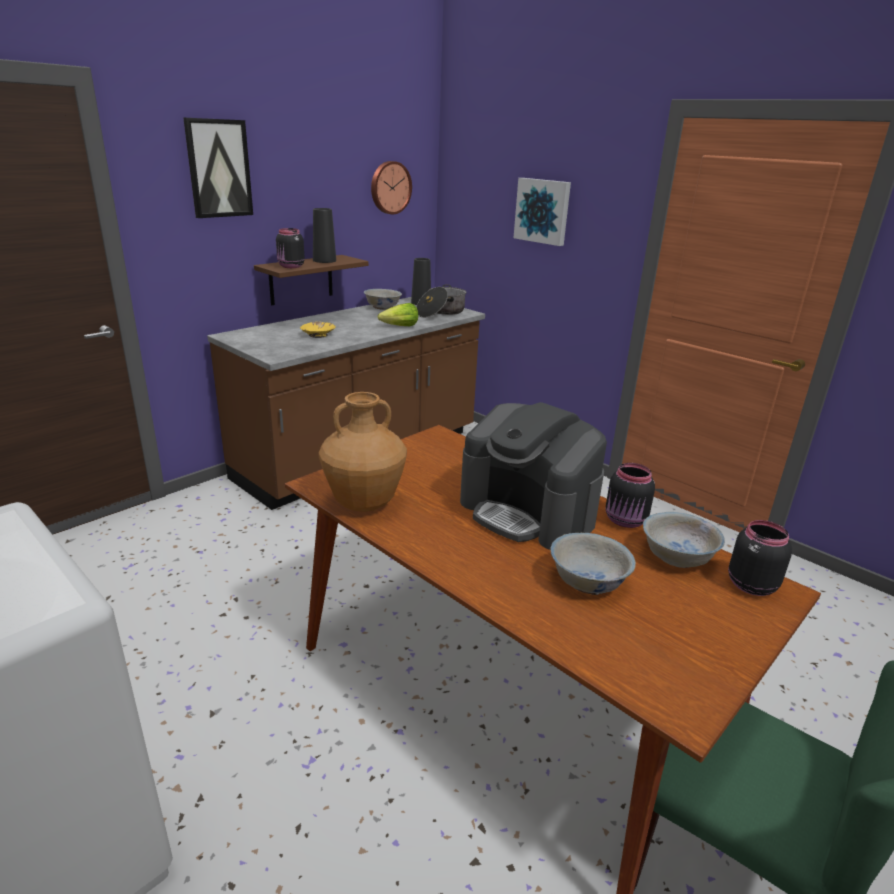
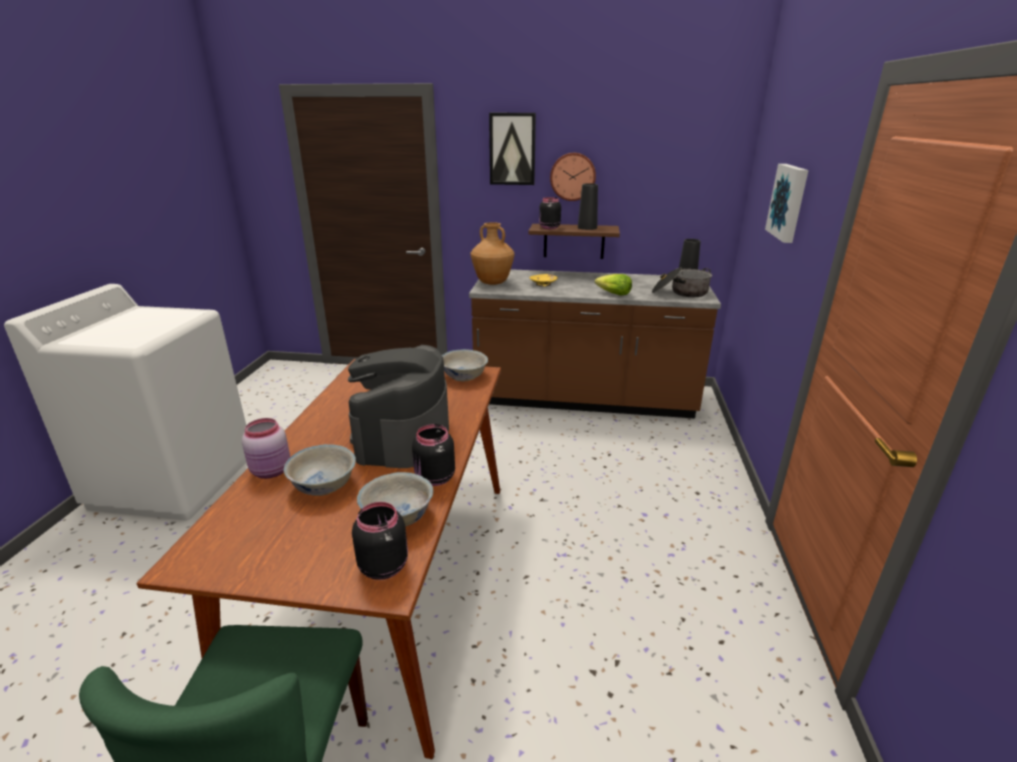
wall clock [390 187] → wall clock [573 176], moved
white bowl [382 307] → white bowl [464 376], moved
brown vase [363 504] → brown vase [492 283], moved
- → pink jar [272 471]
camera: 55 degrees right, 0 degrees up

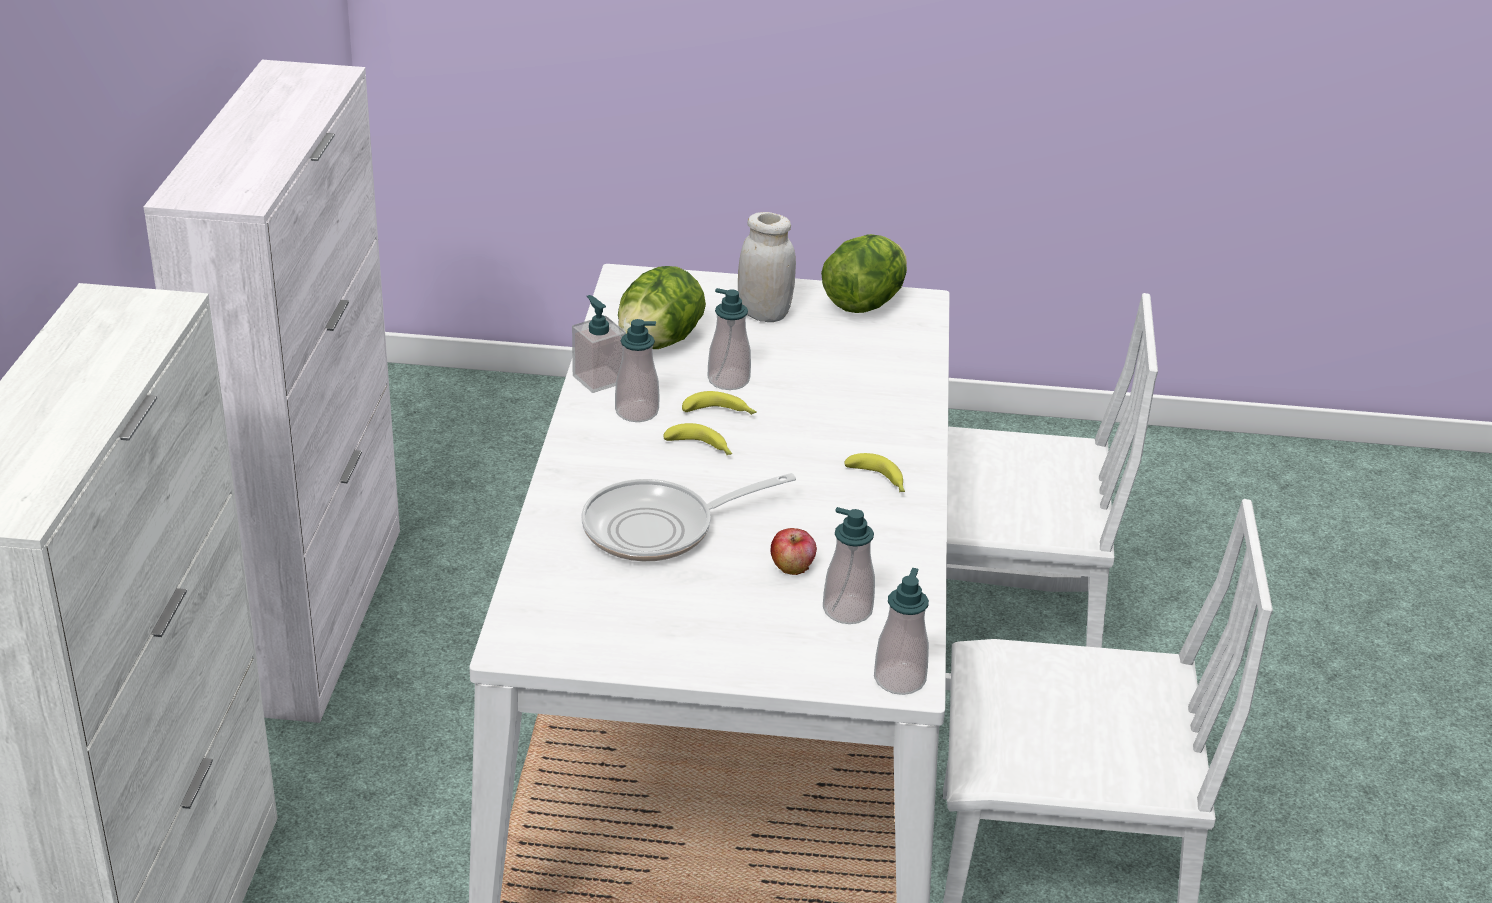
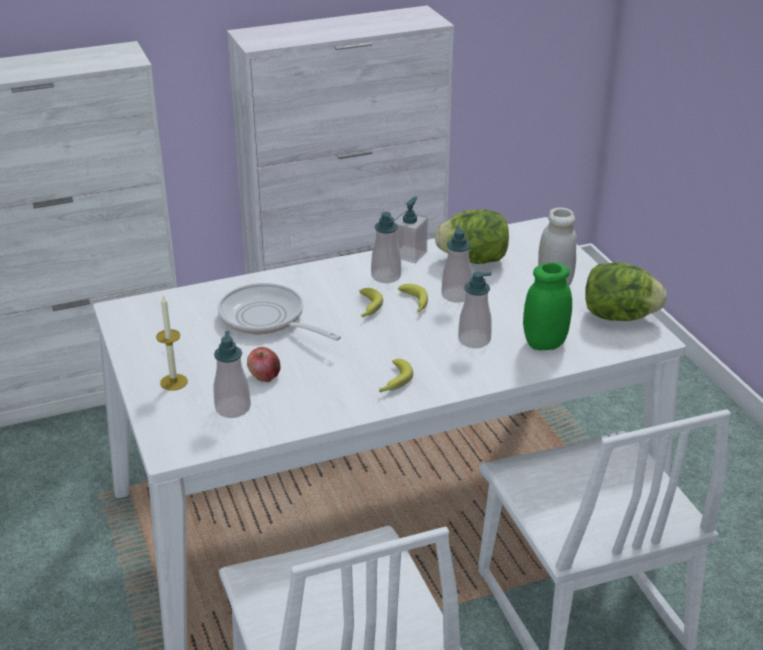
soap dispenser [899 679] → soap dispenser [474 340], moved
- → green jar [544 343]
- → candle [174 382]
camera: 65 degrees right, 0 degrees up

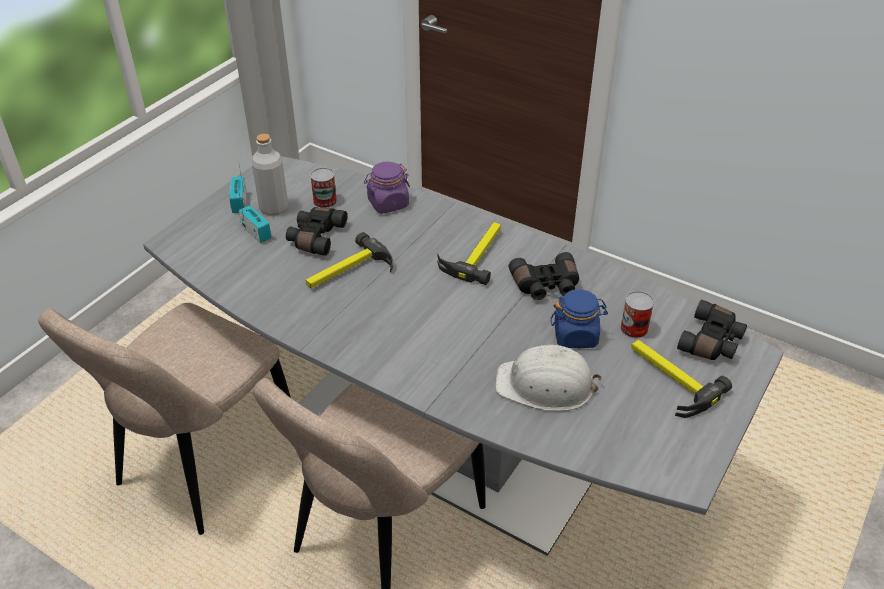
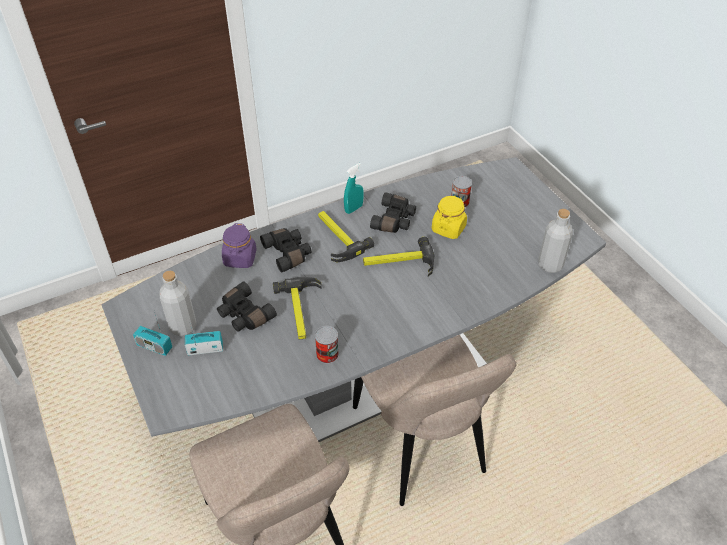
can [325 201] → can [327 354], moved
blue jar [576 336] → yellow jar [448 228]
black binoculars [712 341] → black binoculars [288 253], moved
hammer [668 379] → hammer [399 263], moved
white hard hat [546 385] → -
- → turquoise spray bottle [353 209]
- → grey bottle [550 265]
camera: 60 degrees left, 5 degrees up

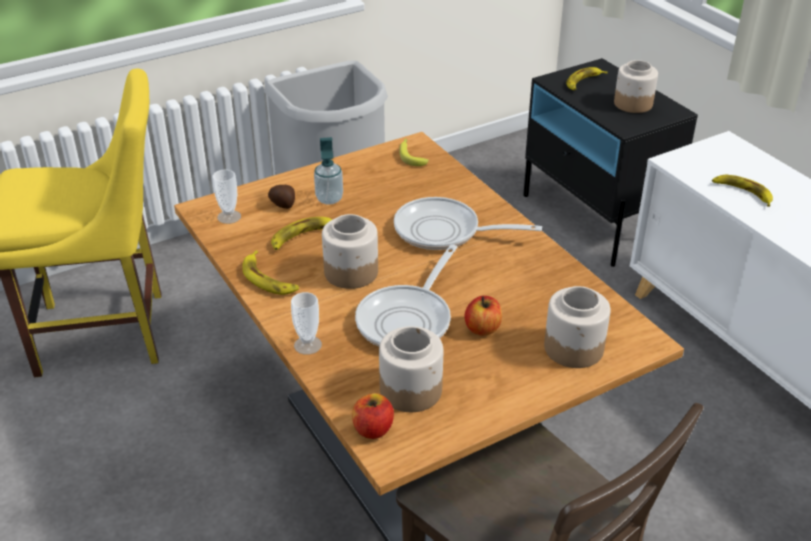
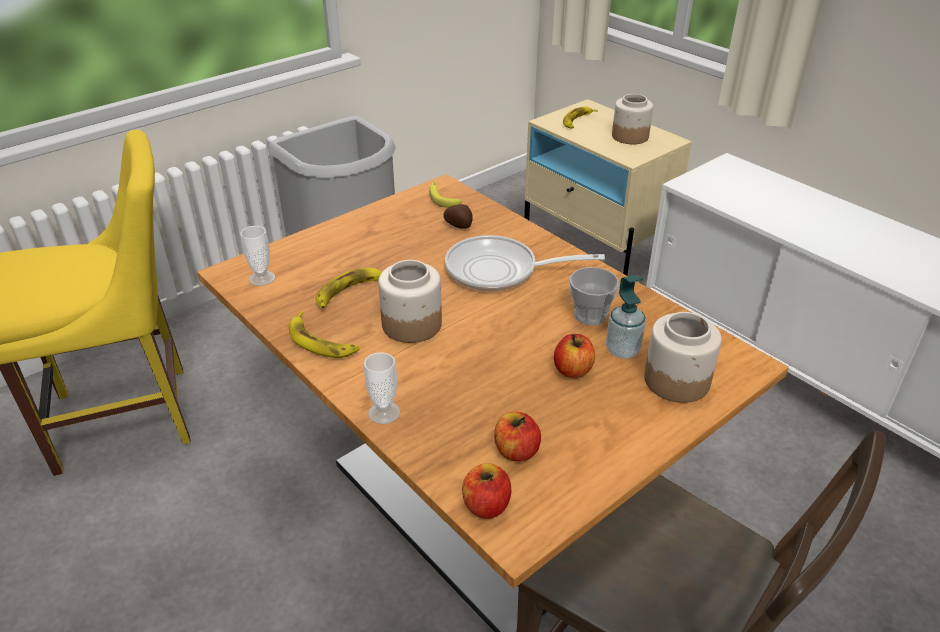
black nightstand [595 219] → beige nightstand [594 251]
soap dispenser [329 199] → soap dispenser [622 350], moved
banana [742 193] → -
potato [283 205] → potato [459 225], moved
frying pan [408 319] → -
jar [411 390] → apple [516 451]
- → cup [590 315]
camera: 10 degrees left, 0 degrees up

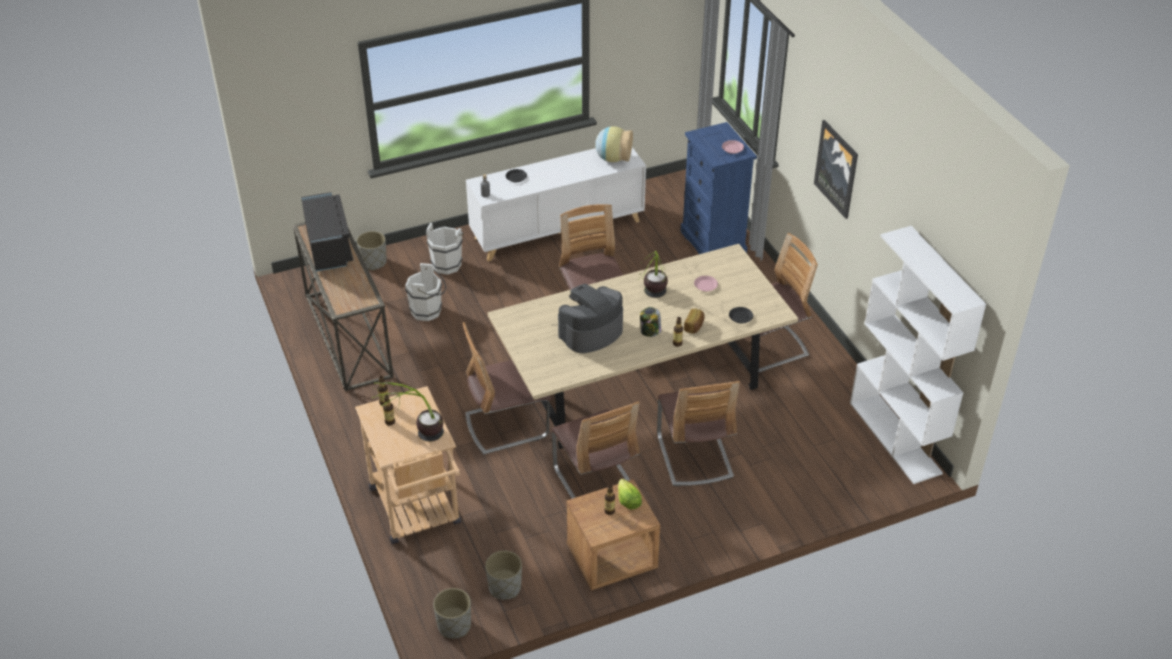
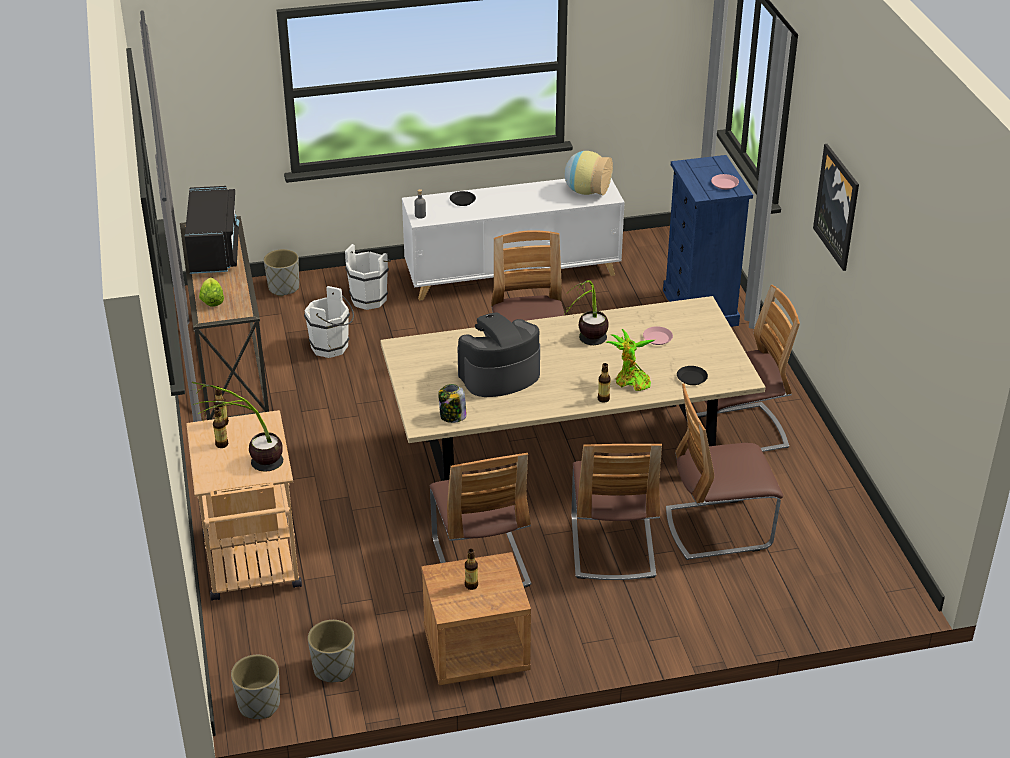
white bookcase [896 438] → -
jar [650 331] → jar [452 416], moved
bread [694 326] → potted plant [630 382]
chair [506 425] → chair [718 528], moved
lettuce [628 501] → lettuce [212 300], moved
camera: 10 degrees right, 5 degrees down

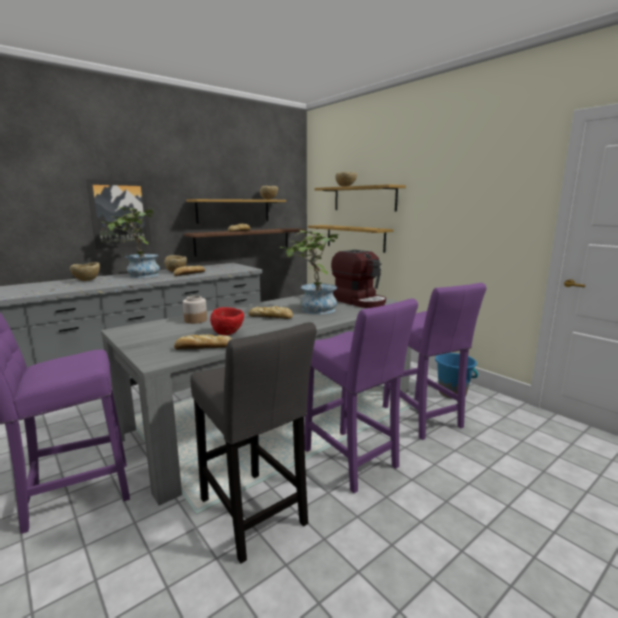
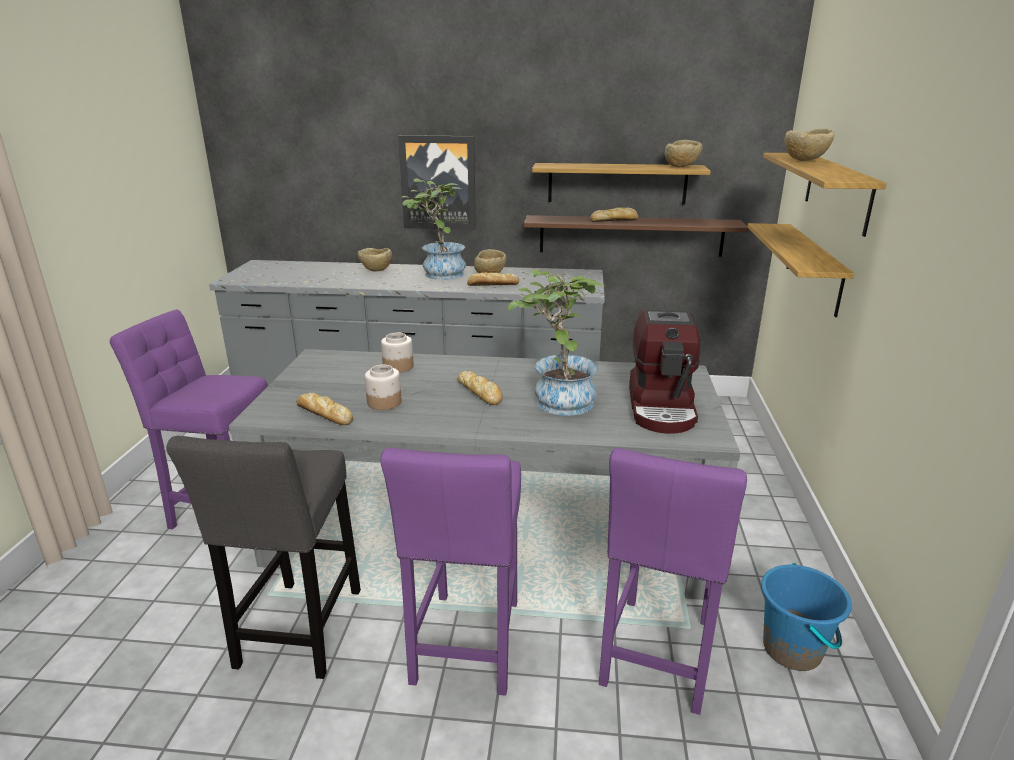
red bowl [228 333] → jar [384 402]
camera: 45 degrees right, 10 degrees up

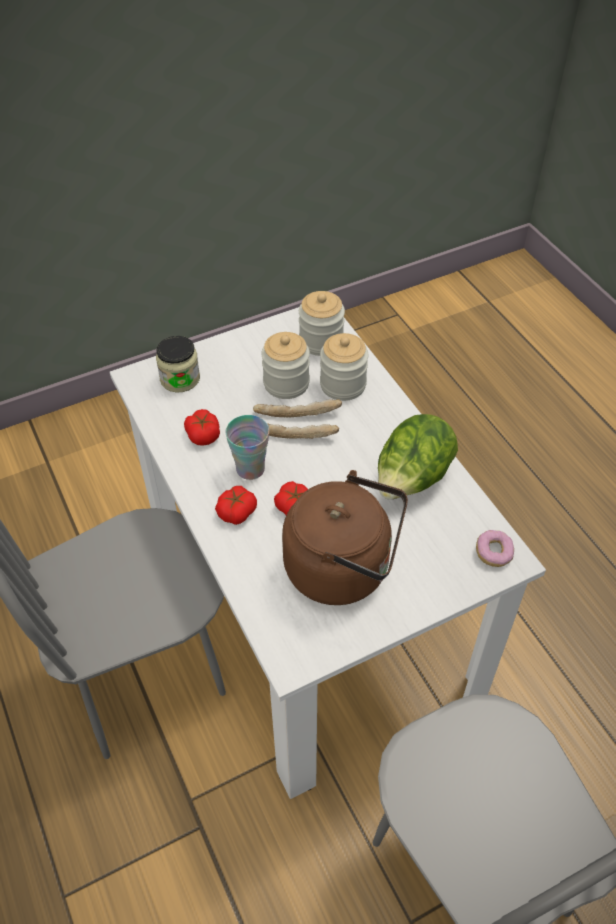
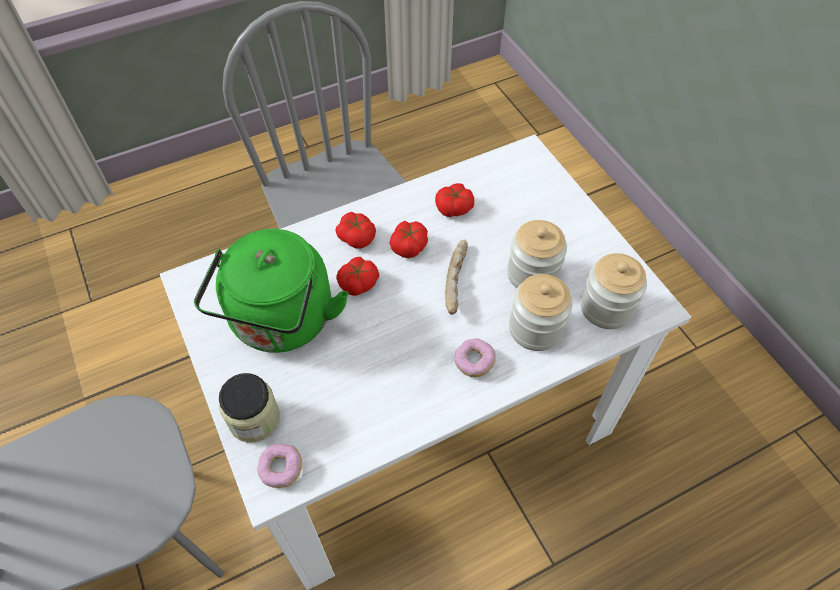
jar [180 379] → jar [254 419], moved
bread [297 412] → -
lettuce [412 479] → -
cup [250 469] → tomato [409 246]
brown kettle [344 568] → green kettle [281 323]
- → donut [474 362]
camera: 90 degrees right, 5 degrees up

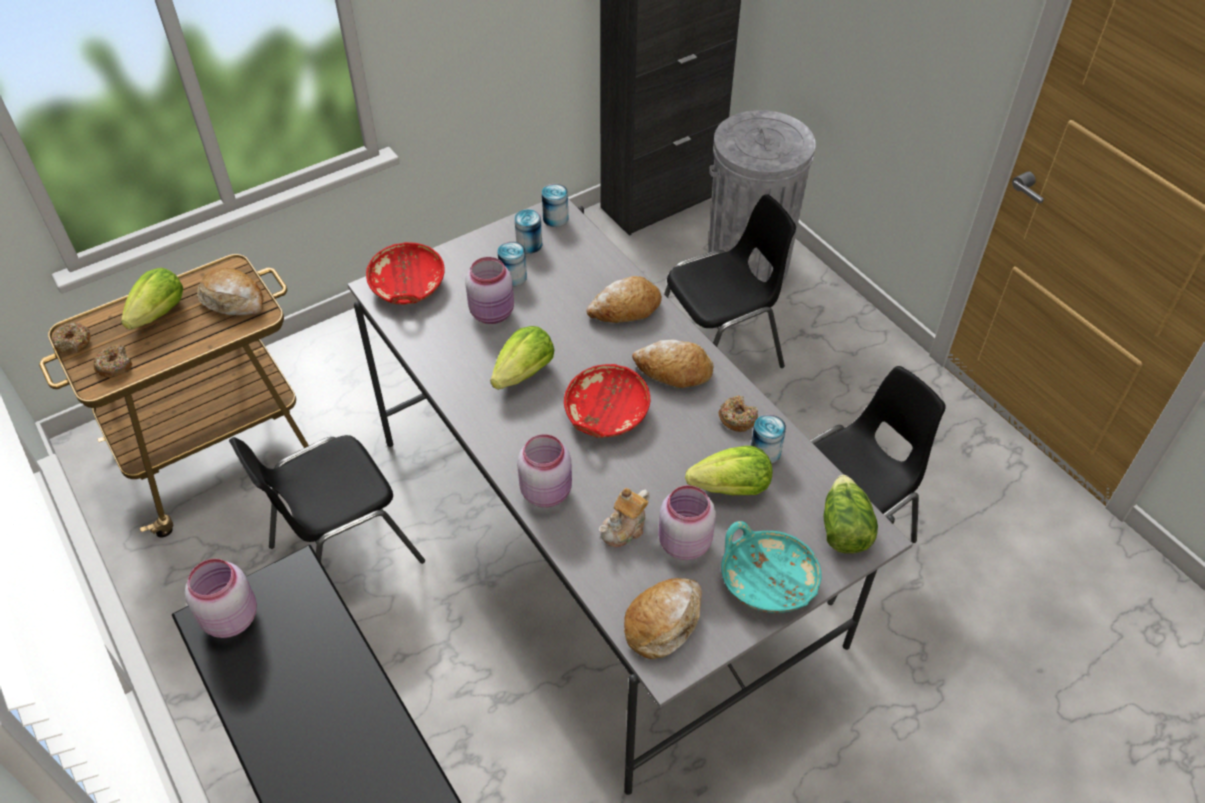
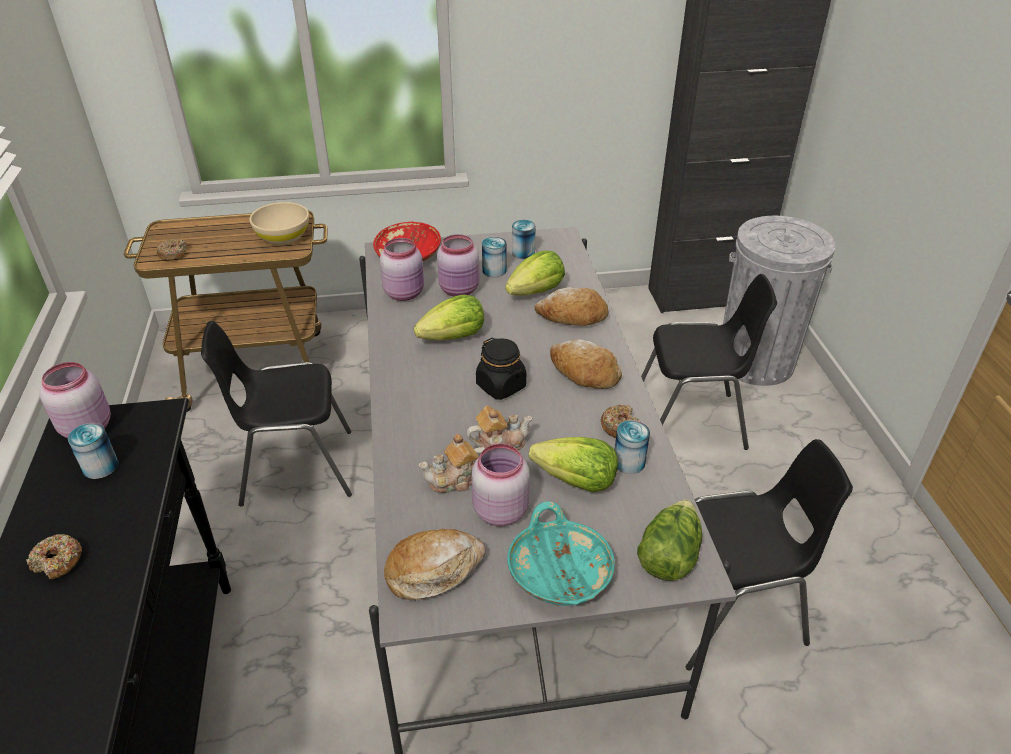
can [555 218] → can [100 466], moved
lettuce [160 313] → lettuce [536 292], moved
bread [233 300] → beige bowl [283 237]
donut [74 342] → donut [58 562], moved
red bowl [605 413] → black jar [501 386]
pink jar [547 491] → pink jar [405 293], moved
- → teapot [499 443]
camera: 25 degrees right, 10 degrees down

